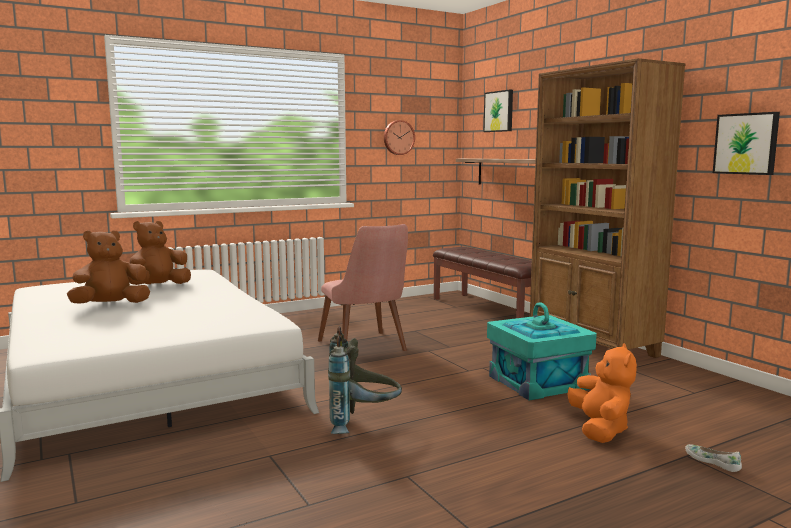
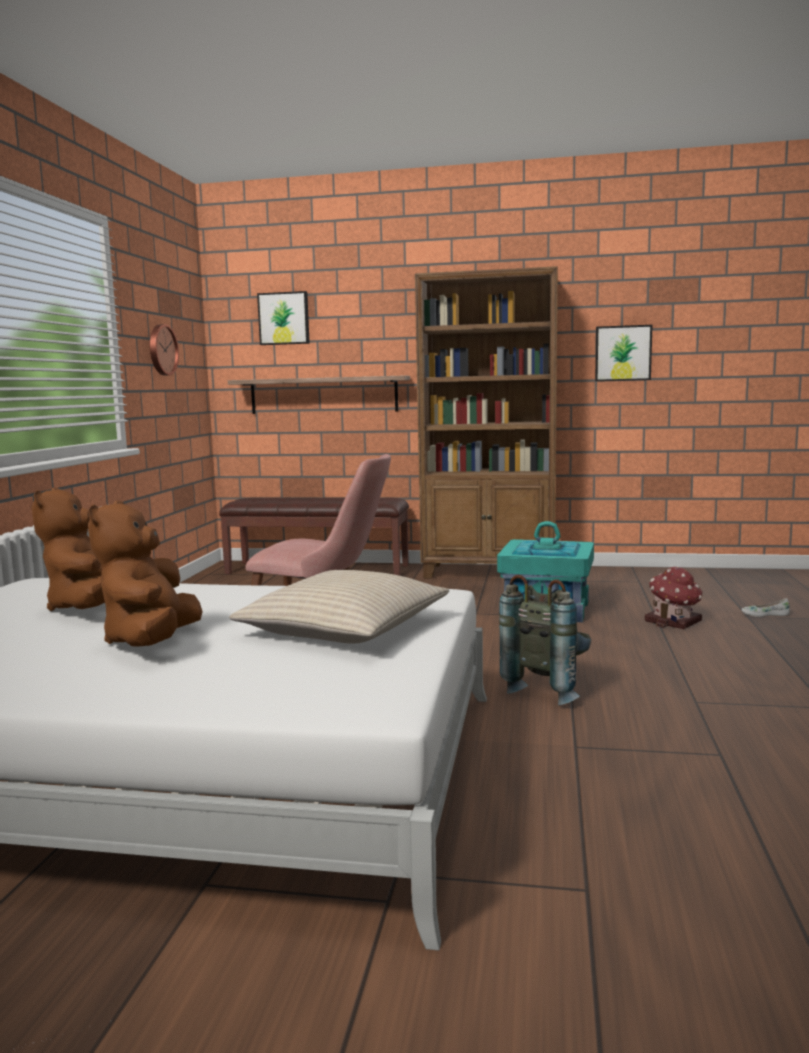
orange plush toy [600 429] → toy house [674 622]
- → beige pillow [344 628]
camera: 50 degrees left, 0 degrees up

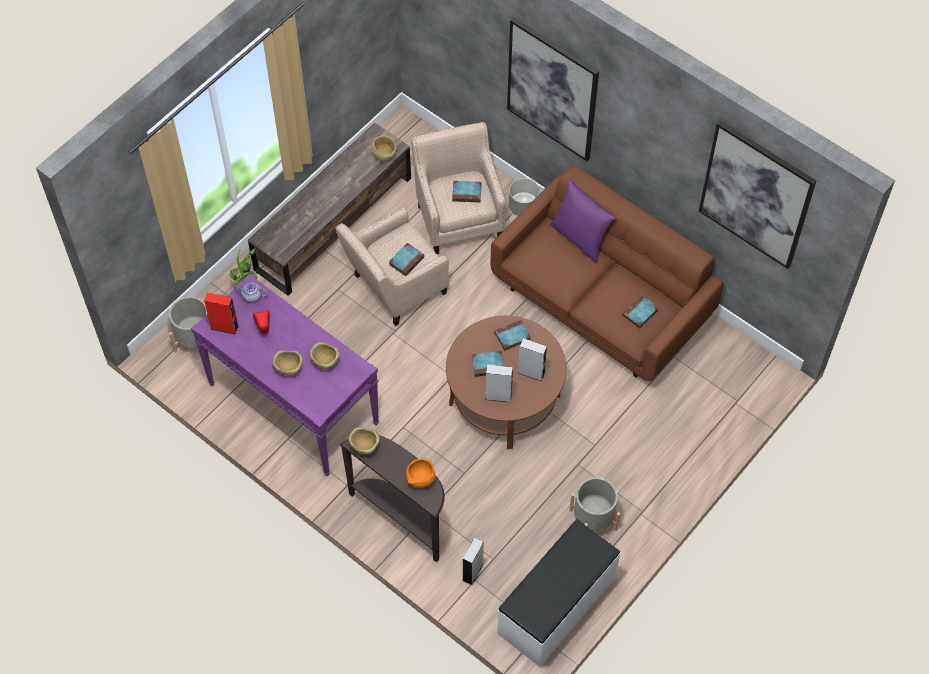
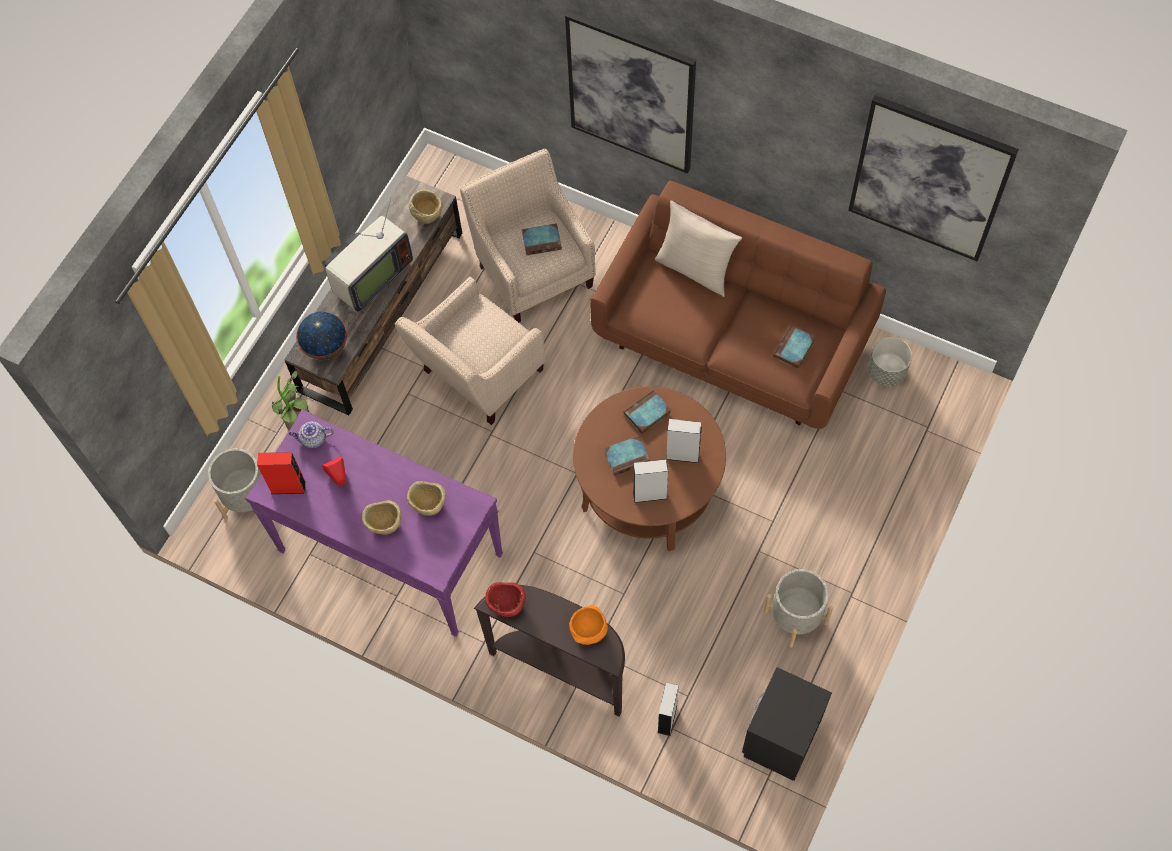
grey planter [523 207] → grey planter [887 371], moved
purple pillow [580 238] → beige pillow [695 268]
book [406 260] → -
beige bowl [364 447] → red bowl [506 605]
white bench [557 606] → black nightstand [781 737]
- → television [370 277]
- → globe [326 347]
camera: 10 degrees left, 5 degrees up

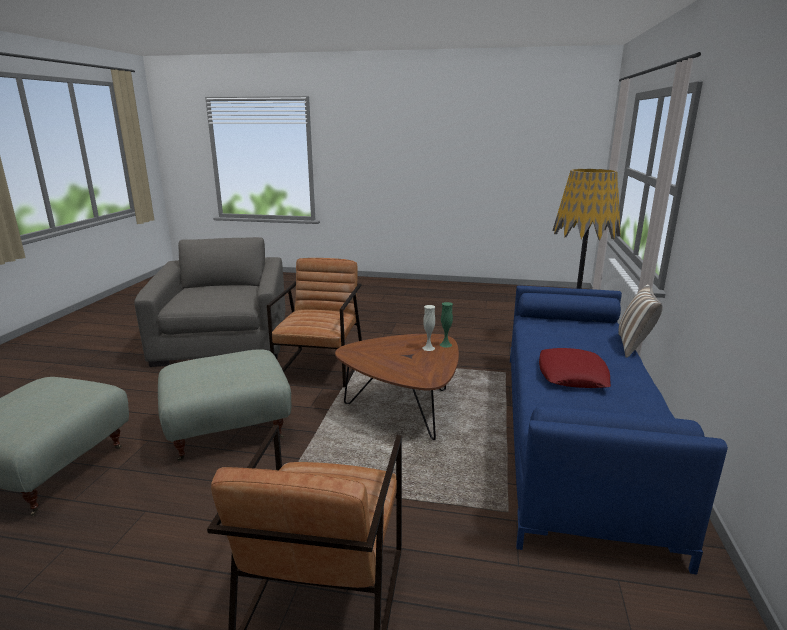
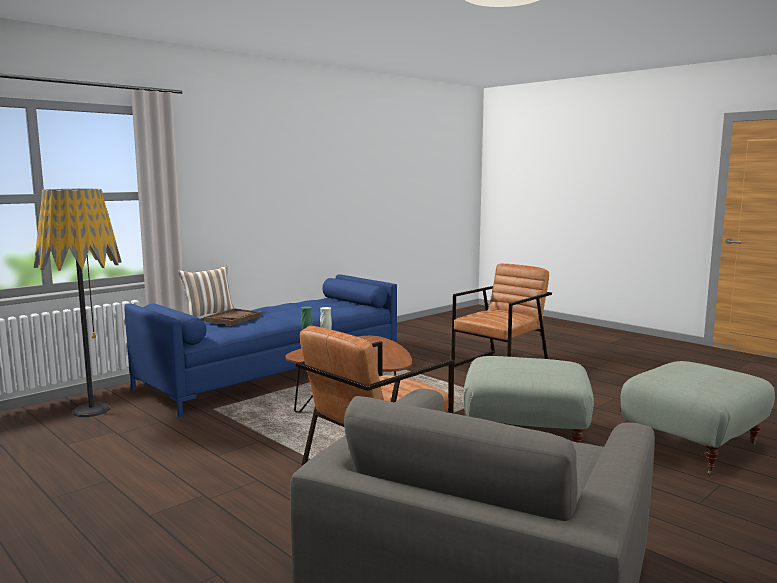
red pillow [572 375] → -
- → brown tray [233 318]
camera: 145 degrees left, 10 degrees down

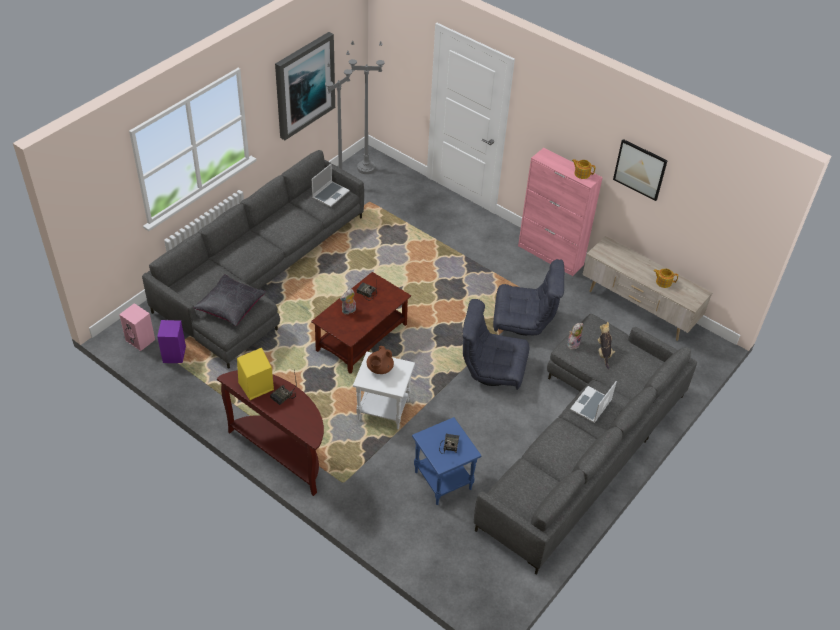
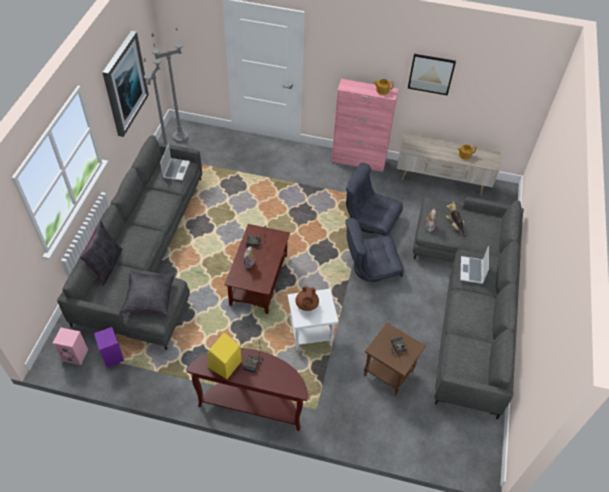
grey armchair [524 322] → grey armchair [371 220], 135 degrees counterclockwise
blue side table [444 480] → brown side table [389 373]
- → black pillow [106 265]
camera: 25 degrees left, 5 degrees up

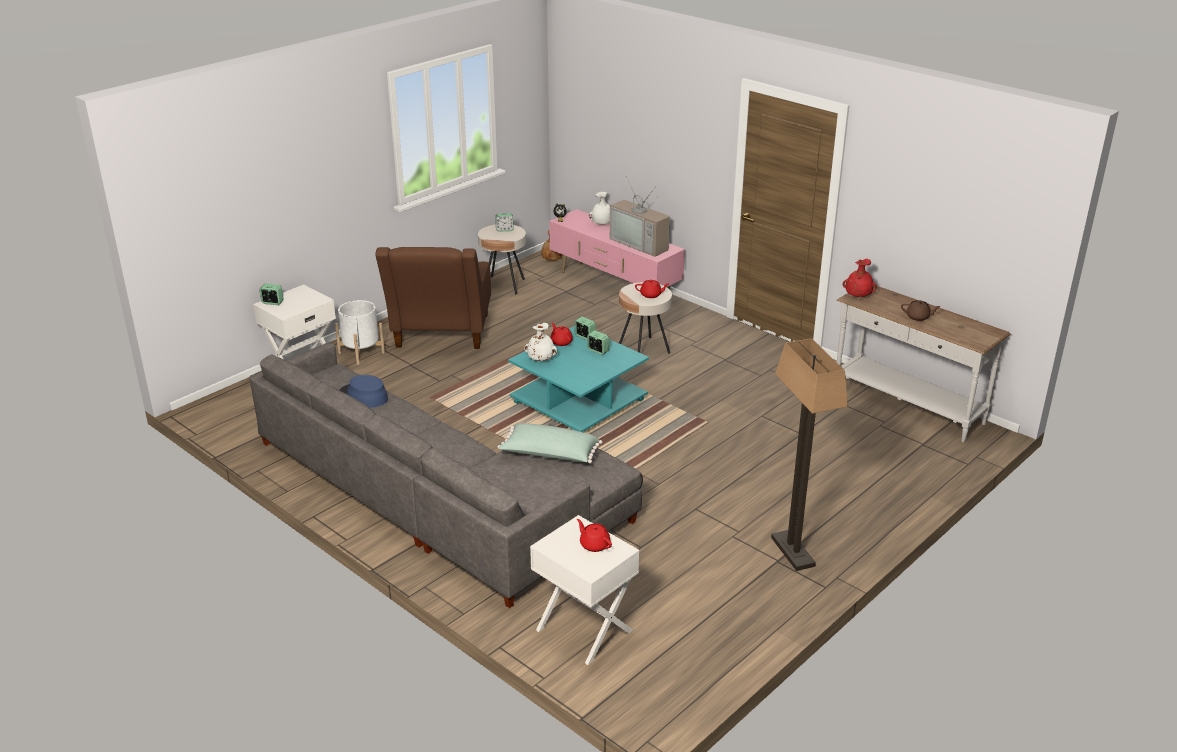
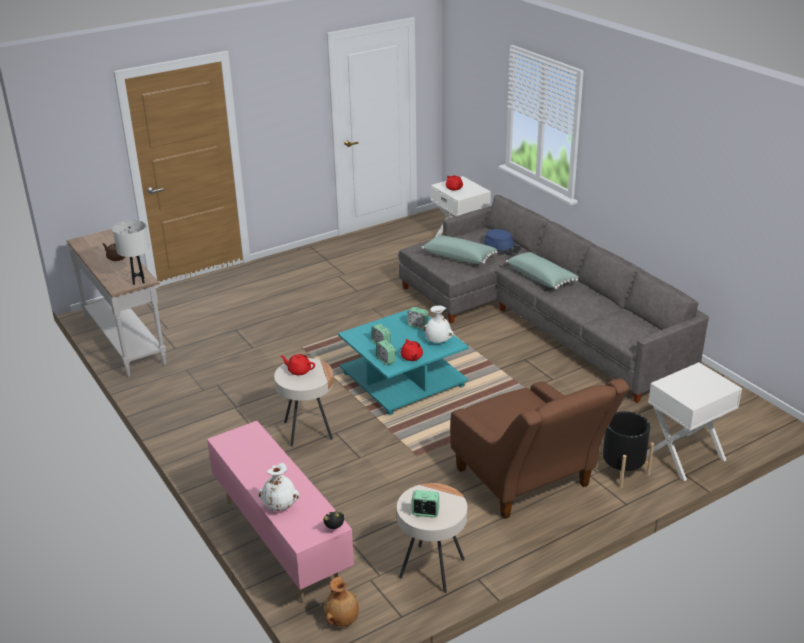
television [642 243] → -
brown armchair [441 335] → brown armchair [528 484], 135 degrees clockwise
red vase [858 296] → white table lamp [138 281]
alarm clock [272 302] → alarm clock [417 325], moved
white planter [361 353] → black planter [622 471]
floor lamp [793 552] → -
blue hat [363 397] → blue hat [501 247], moved
- → green pillow [541 278]
camera: 165 degrees left, 0 degrees up

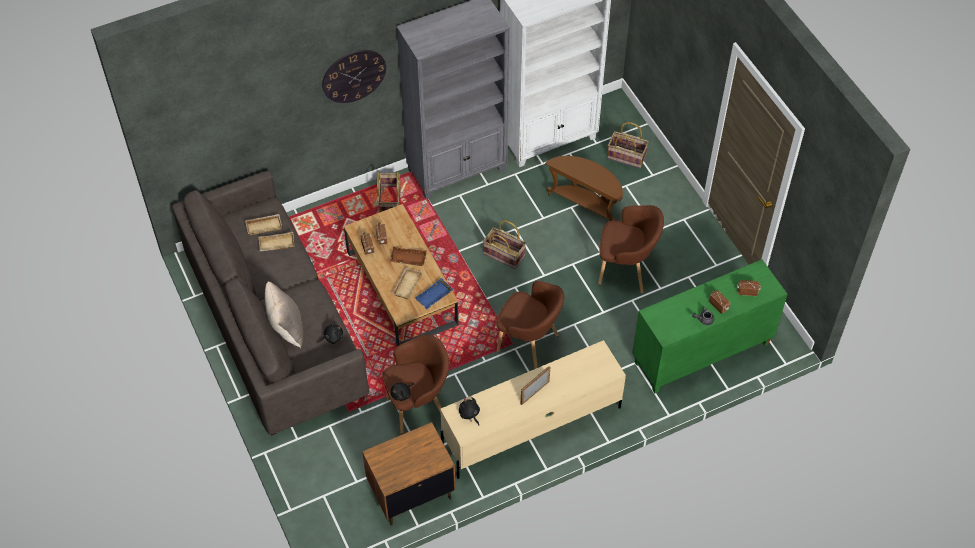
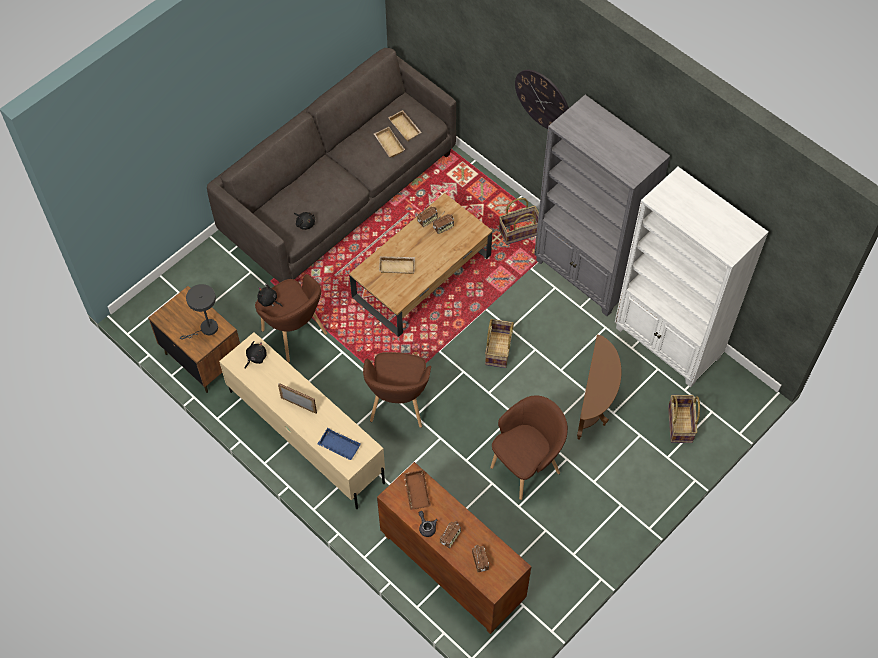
brown armchair [626 271] → brown armchair [526 467], 120 degrees counterclockwise
brown tray [407 259] → brown tray [415 491], moved
green cabinet [701 354] → brown cabinet [450 569]
blue tray [434 297] → blue tray [338 446], moved
beige pillow [286 328] → -
- → grey table lamp [206 329]
camera: 70 degrees right, 5 degrees up

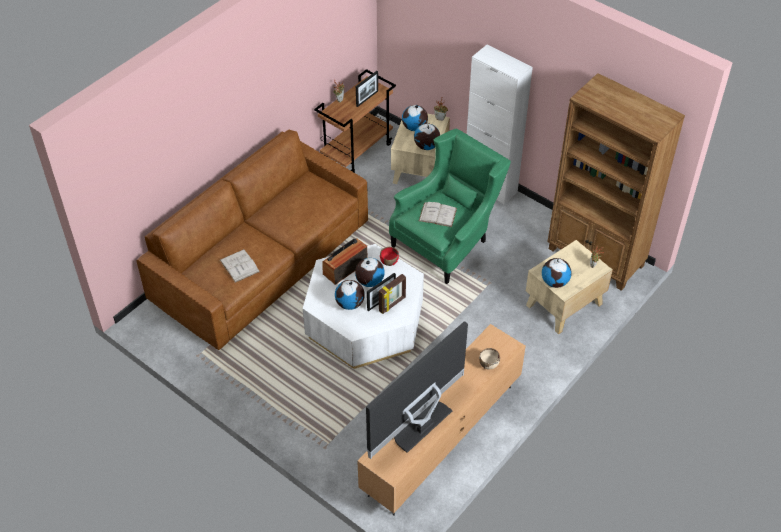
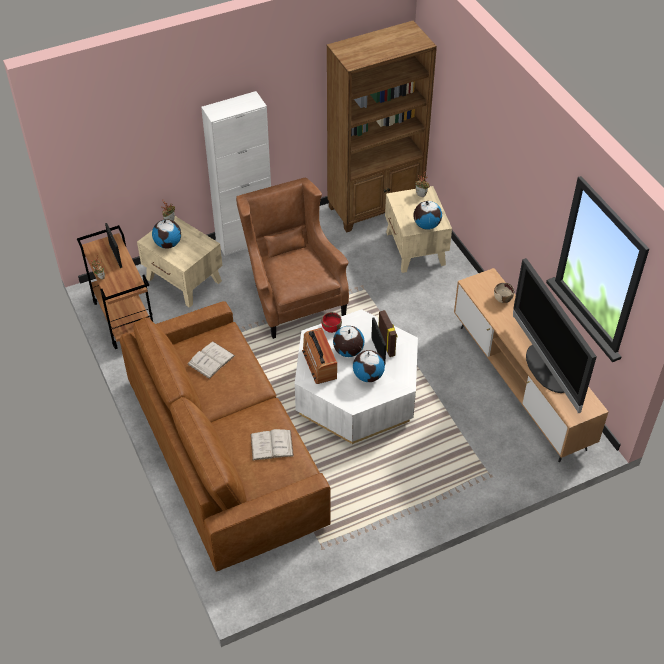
globe [426 146] → -
green armchair [447 241] → brown armchair [293 296]
white book [437 214] → white book [211 360], moved
camera: 65 degrees left, 0 degrees up

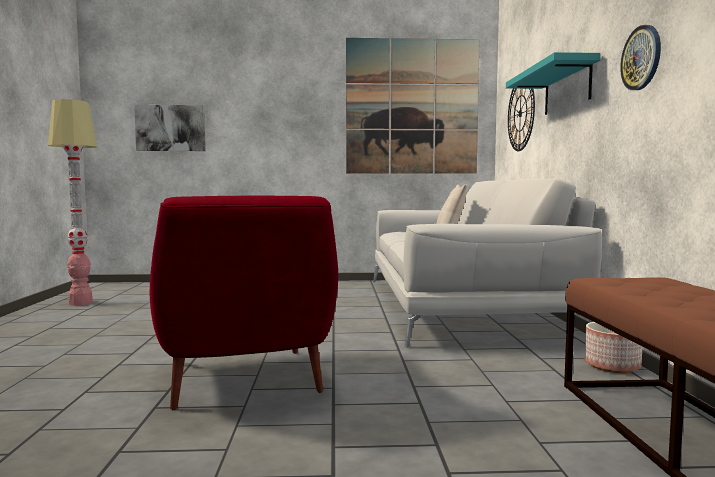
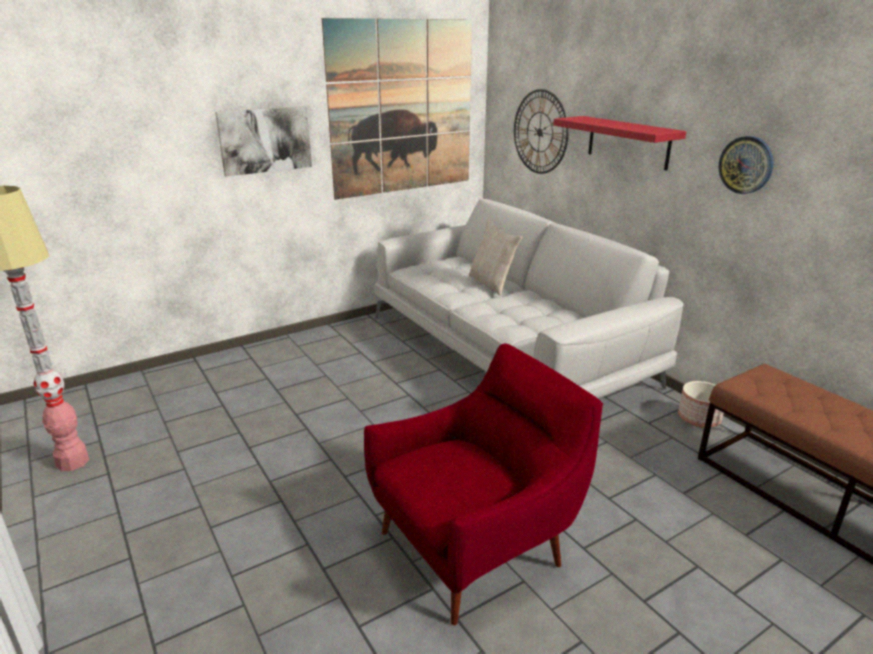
turquoise shelf [567 88] → red shelf [628 142]
picture [170 128] → picture [265 140], moved
red armchair [244 380] → red armchair [477 545], 75 degrees counterclockwise
camera: 30 degrees left, 20 degrees up

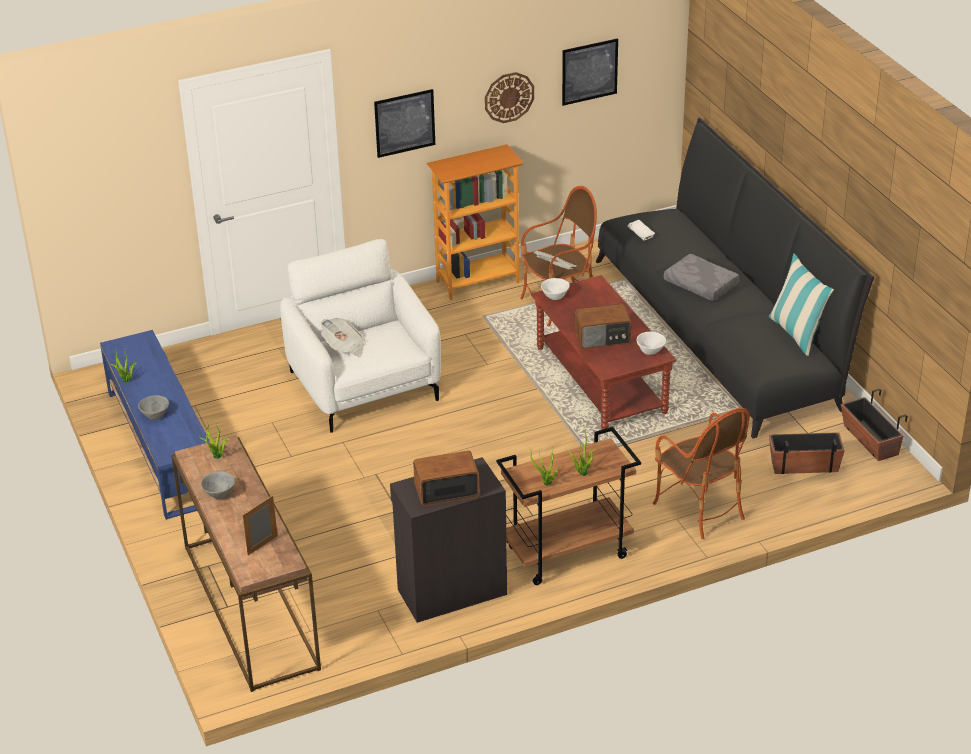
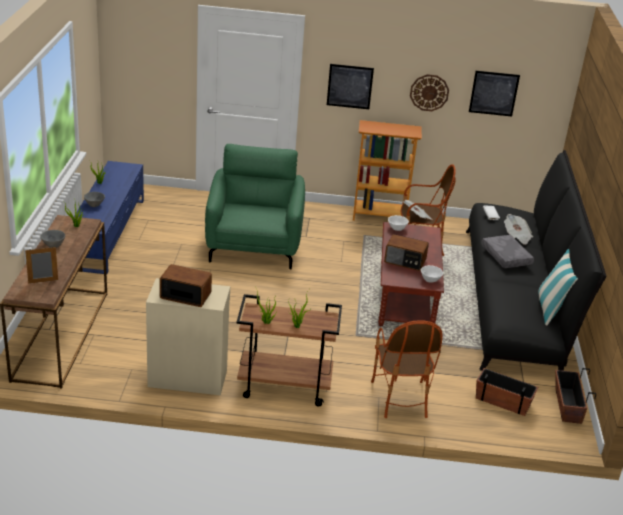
white armchair [364 386] → green armchair [254 245]
newspaper [344 347] → newspaper [517 236], moved
black cabinet [450 591] → beige cabinet [187 377]
camera: 25 degrees right, 5 degrees down

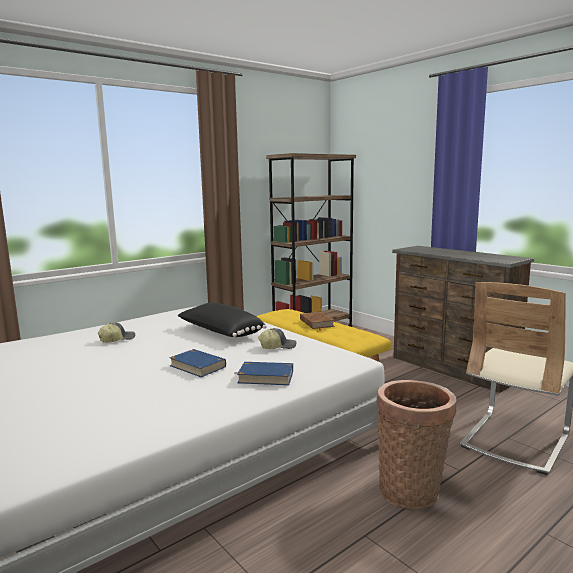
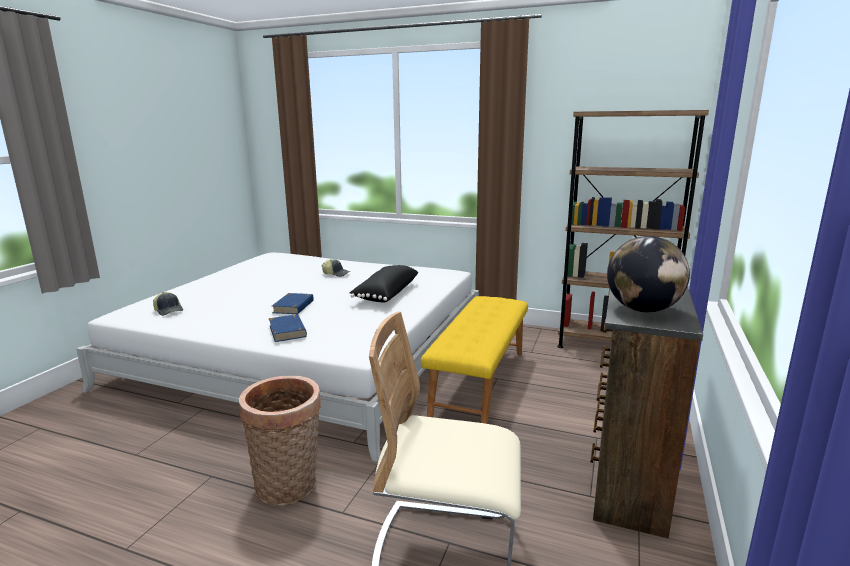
brown book [316 323] → -
cap [277 346] → cap [169 310], moved
- → globe [642 310]
camera: 60 degrees right, 5 degrees up

